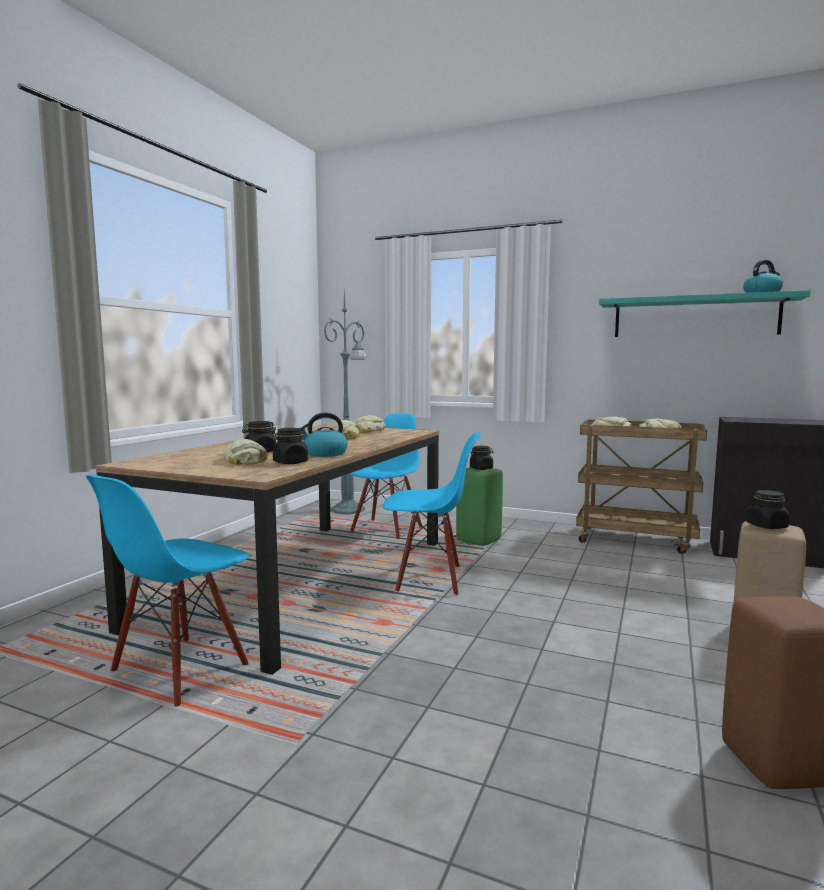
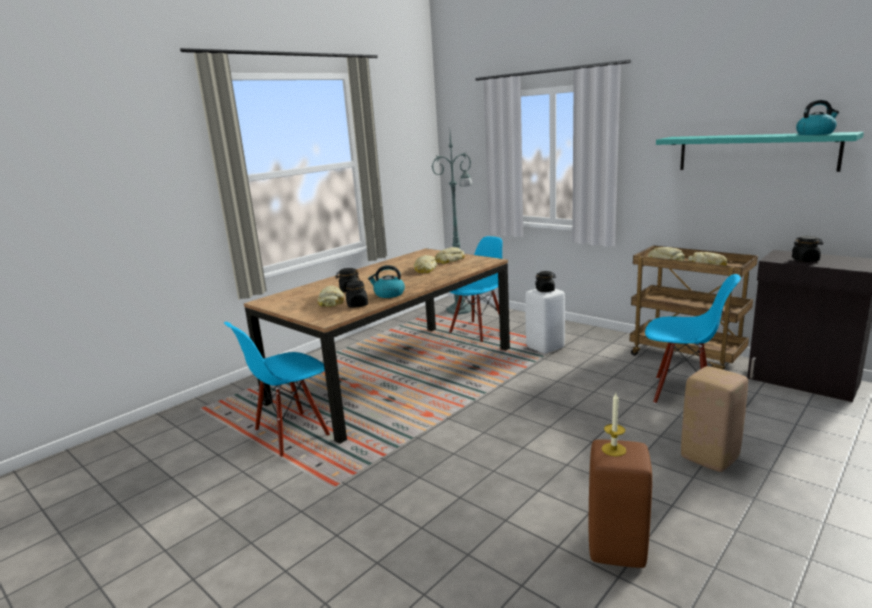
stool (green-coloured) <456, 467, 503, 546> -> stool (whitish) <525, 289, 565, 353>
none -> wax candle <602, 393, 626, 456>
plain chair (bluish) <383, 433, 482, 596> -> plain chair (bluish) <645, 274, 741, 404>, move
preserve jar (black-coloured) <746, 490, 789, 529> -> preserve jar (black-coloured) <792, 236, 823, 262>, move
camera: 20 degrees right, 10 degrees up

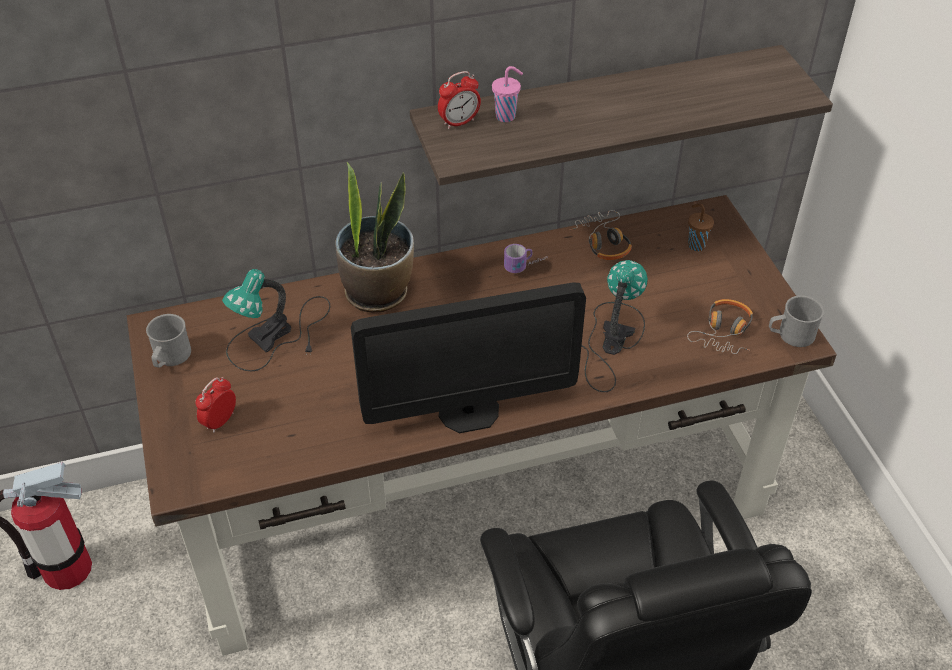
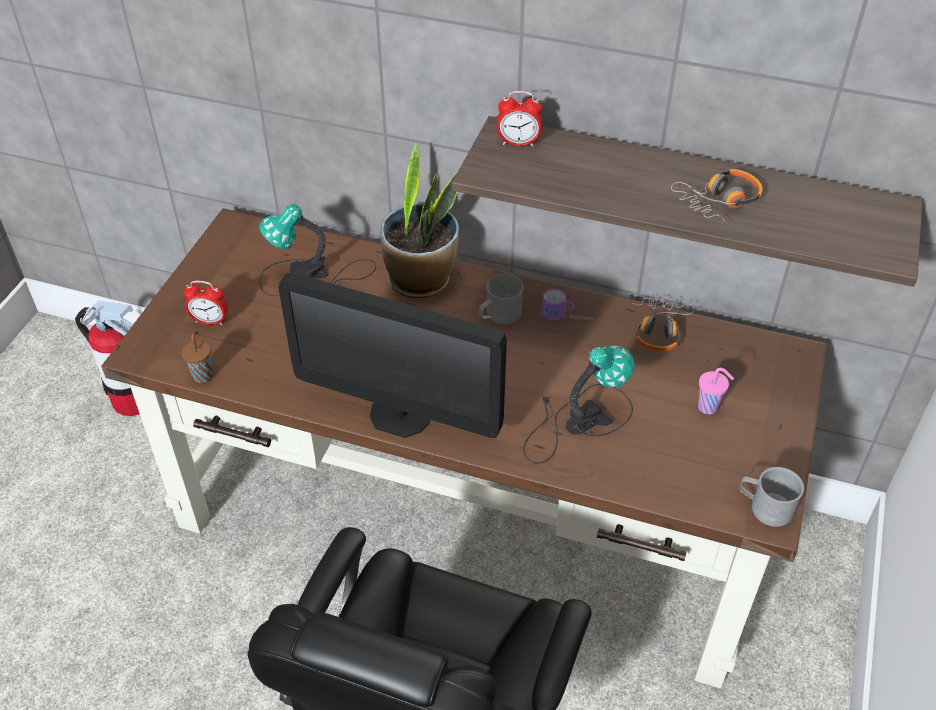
drinking cup (brown) <688, 204, 714, 251> -> drinking cup (brown) <182, 331, 213, 383>, move
table clock <195, 377, 236, 433> -> table clock <184, 280, 228, 326>, 150 degrees counterclockwise
mug (greyish) <146, 314, 191, 368> -> mug (greyish) <479, 274, 524, 325>, move
headset <687, 299, 753, 354> -> headset <671, 169, 763, 221>, move
drinking cup (pink) <492, 66, 523, 122> -> drinking cup (pink) <698, 368, 734, 415>, move
camera: 35 degrees right, 0 degrees up

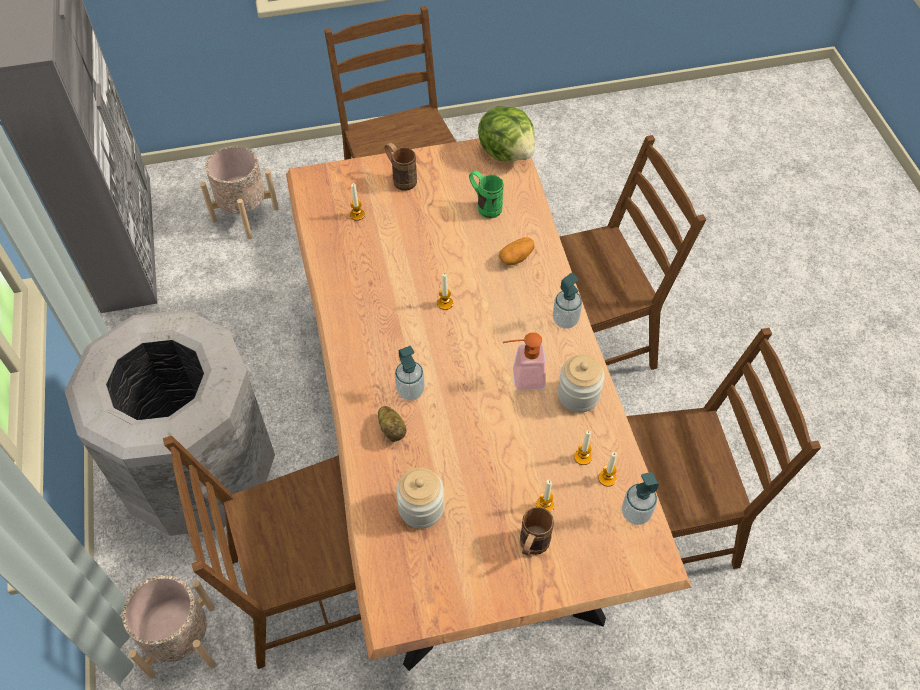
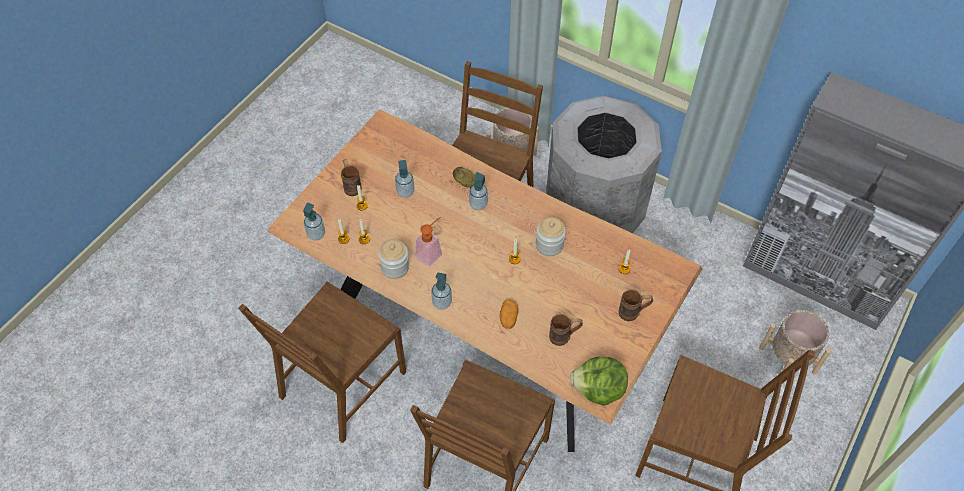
none -> liquid soap bottle <395, 160, 414, 198>
preserve jar <396, 468, 444, 529> -> preserve jar <536, 217, 566, 256>, move
mug (green-coloured) <469, 170, 504, 218> -> mug (brown) <549, 314, 583, 346>
camera: 135 degrees right, 0 degrees up

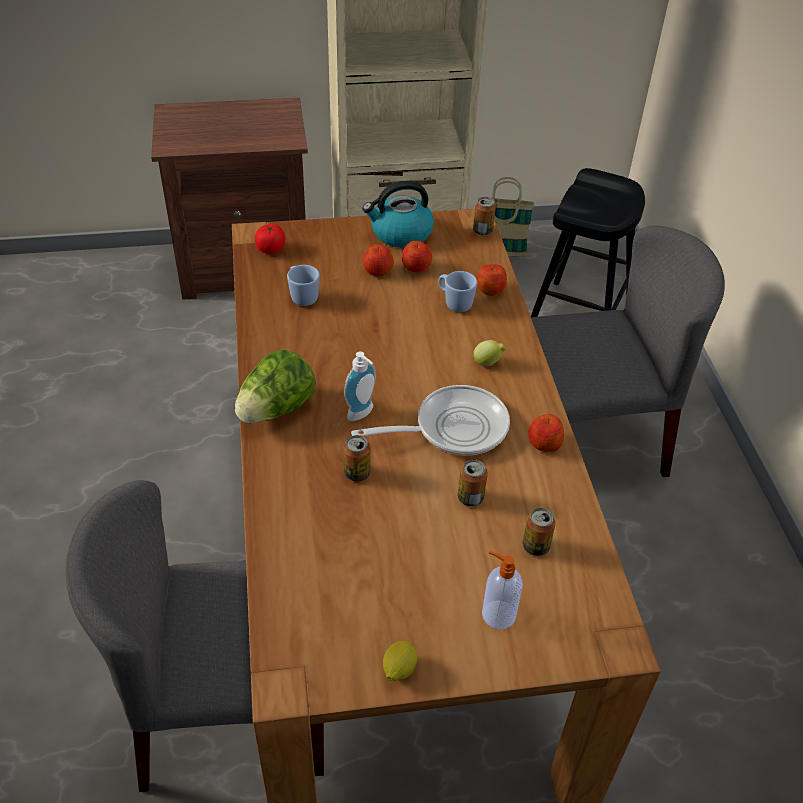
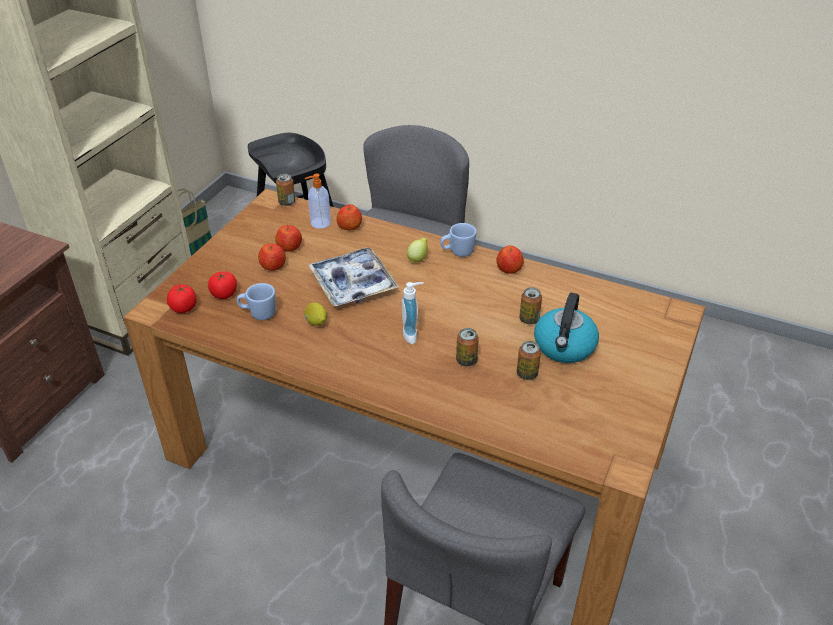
none -> whole tomato <208, 272, 237, 299>
liquid soap bottle <482, 551, 523, 629> -> liquid soap bottle <305, 173, 331, 229>, move
whole lemon <383, 641, 418, 681> -> whole lemon <305, 302, 327, 326>, move
none -> carrying tray <309, 247, 399, 306>
mug (bluish) <439, 271, 477, 312> -> mug (bluish) <440, 223, 477, 257>, move
metal can <523, 508, 556, 556> -> metal can <517, 341, 541, 380>, move
water kettle <363, 181, 434, 248> -> water kettle <534, 293, 599, 363>, move
head of lettuce <235, 350, 316, 423> -> none
frying pan <351, 385, 510, 456> -> none
camera: 55 degrees left, 5 degrees down

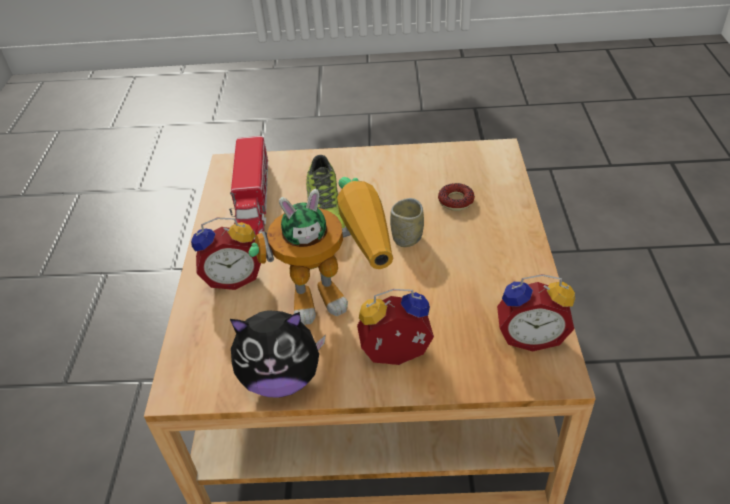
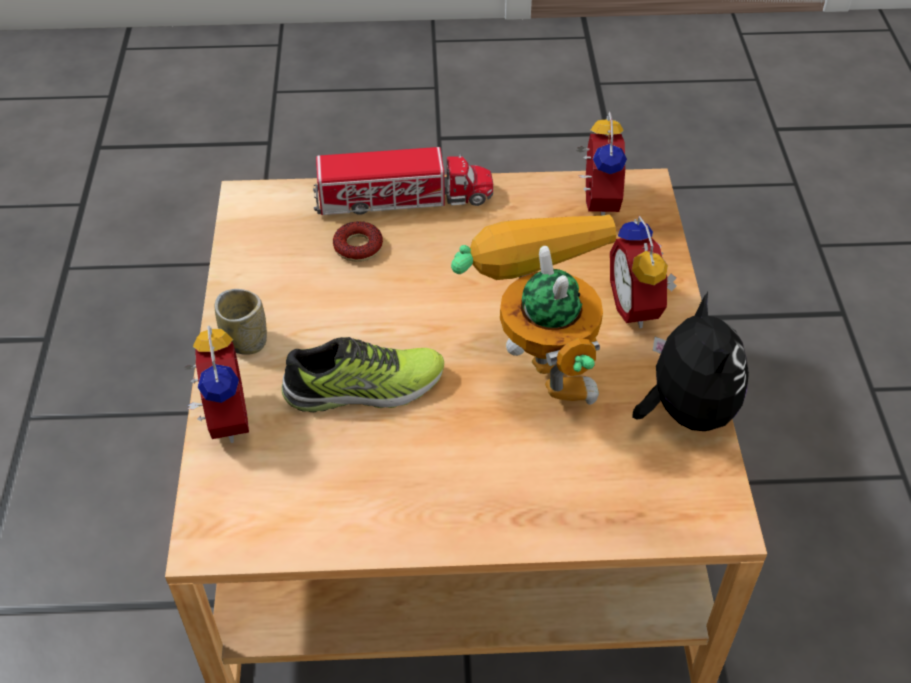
table clock <191, 218, 261, 290> -> table clock <184, 325, 249, 443>, move
drinking cup <390, 198, 424, 247> -> drinking cup <215, 289, 267, 355>, move
model truck <229, 136, 268, 239> -> model truck <313, 147, 493, 215>, move
camera: 95 degrees left, 5 degrees up

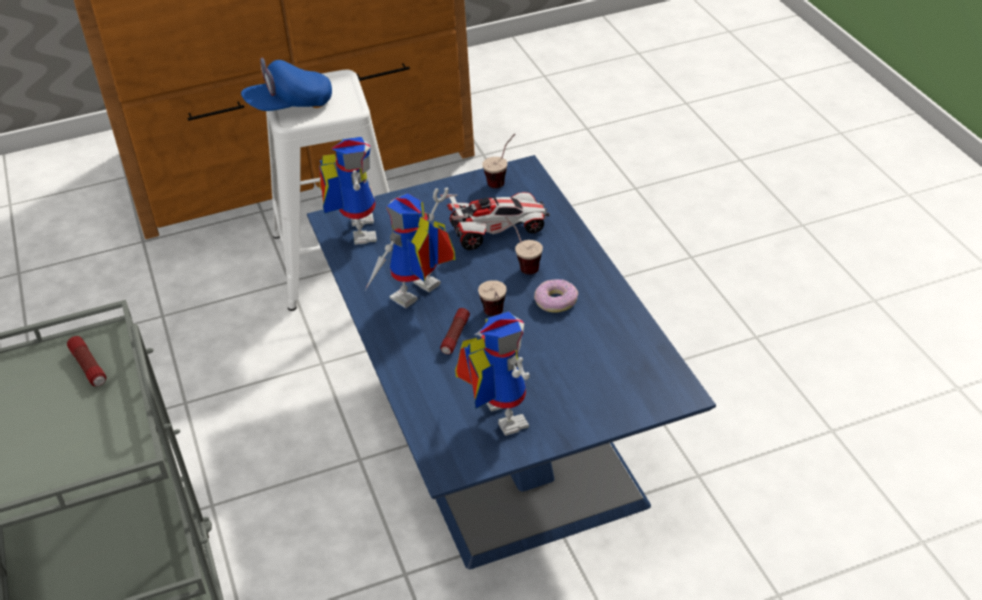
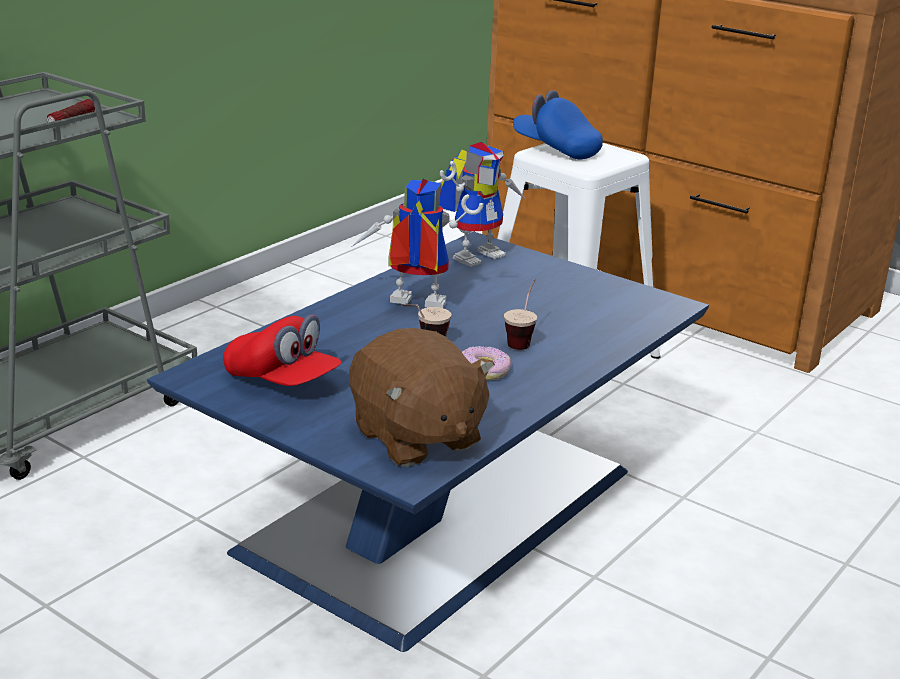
robot figure <455, 311, 530, 436> -> baseball cap (reddish) <223, 314, 342, 386>
none -> plush toy (brown) <349, 328, 495, 467>
miniature car <440, 192, 550, 250> -> none
hand torch <440, 308, 470, 354> -> none
drinking cup <482, 134, 515, 188> -> none
camera: 55 degrees right, 15 degrees down

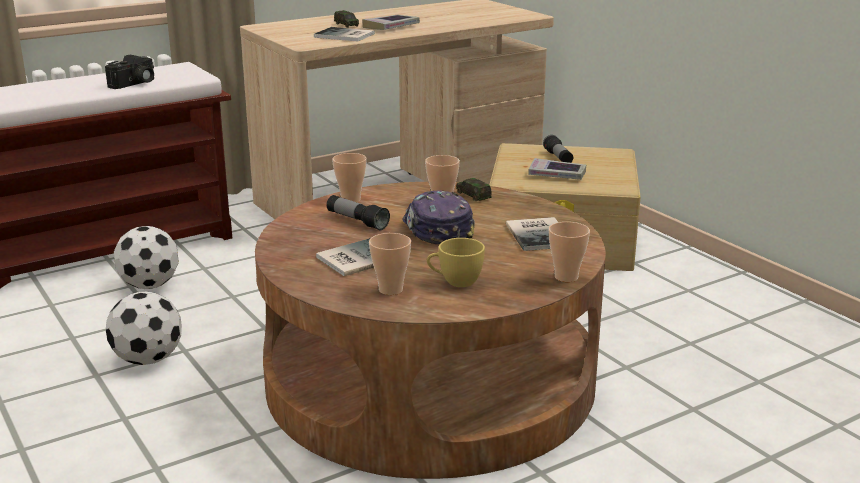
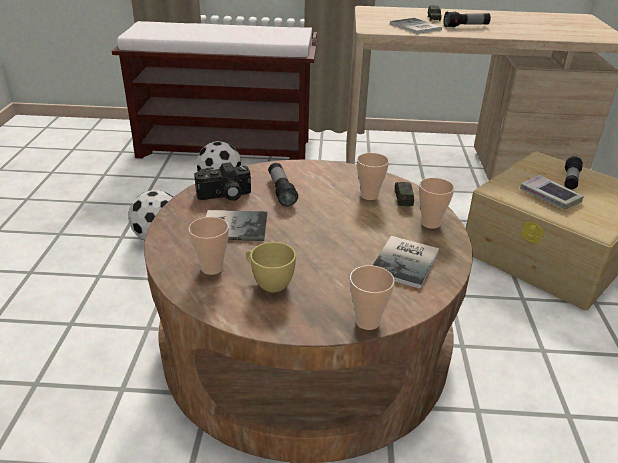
photo camera <105, 55, 154, 89> -> photo camera <194, 162, 251, 201>, move
drinking cup <332, 153, 367, 202> -> drinking cup <419, 178, 455, 229>, move
volume <362, 15, 420, 30> -> hand torch <444, 12, 491, 27>
baseball cap <403, 190, 475, 244> -> none
camera: 35 degrees right, 10 degrees up

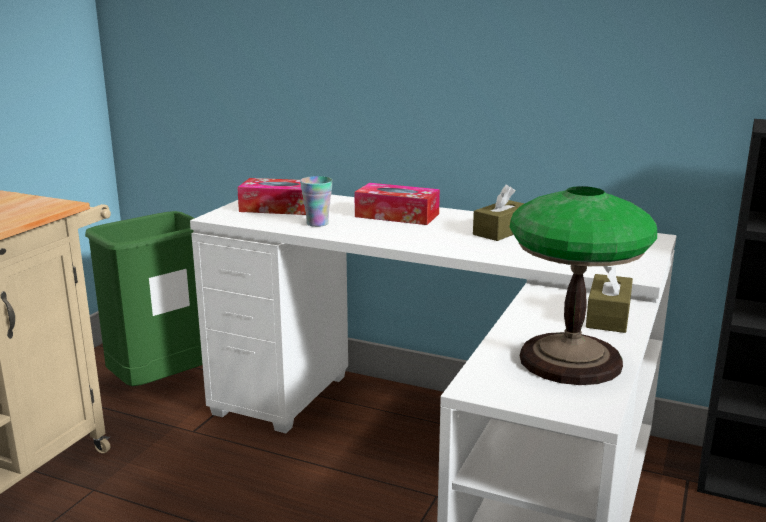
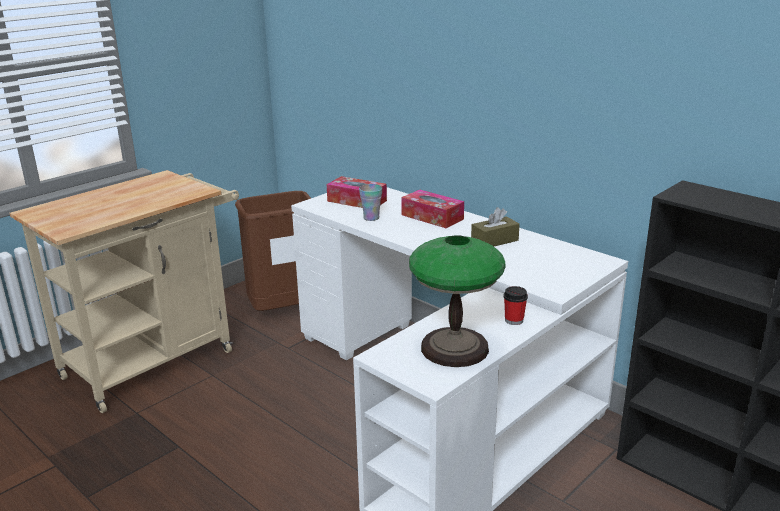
waste bin (green-coloured) <85, 211, 203, 386> -> waste bin (brown) <235, 191, 311, 311>
tissue holder (brown) <586, 265, 633, 333> -> drinking cup <504, 286, 528, 325>
camera: 20 degrees right, 5 degrees up

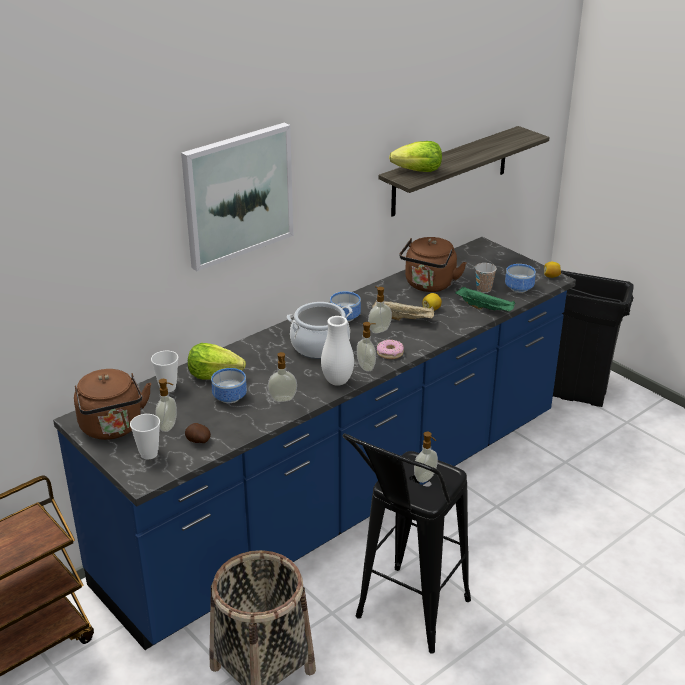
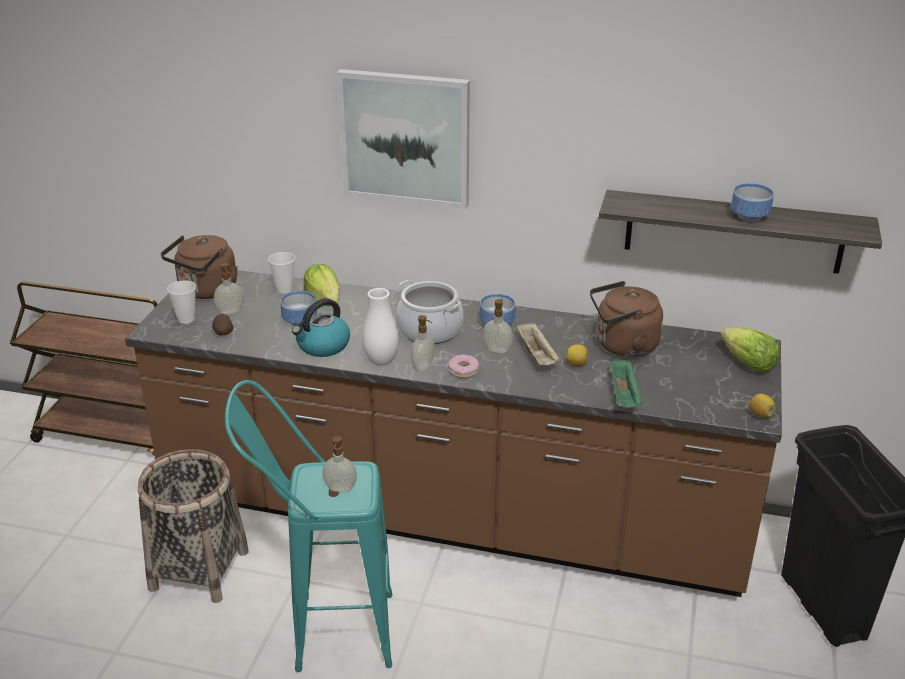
kitchen base unit (bluish) <53, 237, 576, 650> -> kitchen base unit (brown) <125, 270, 782, 597>
stool (black-coloured) <342, 433, 471, 654> -> stool (turquoise) <225, 380, 392, 672>
liquid soap bottle <268, 352, 297, 402> -> water kettle <292, 298, 350, 357>
head of lettuce <389, 141, 442, 172> -> head of lettuce <721, 327, 780, 372>, move
bowl <505, 264, 536, 293> -> bowl <731, 183, 774, 222>, move
drinking cup <475, 263, 497, 293> -> none
camera: 55 degrees right, 0 degrees up

